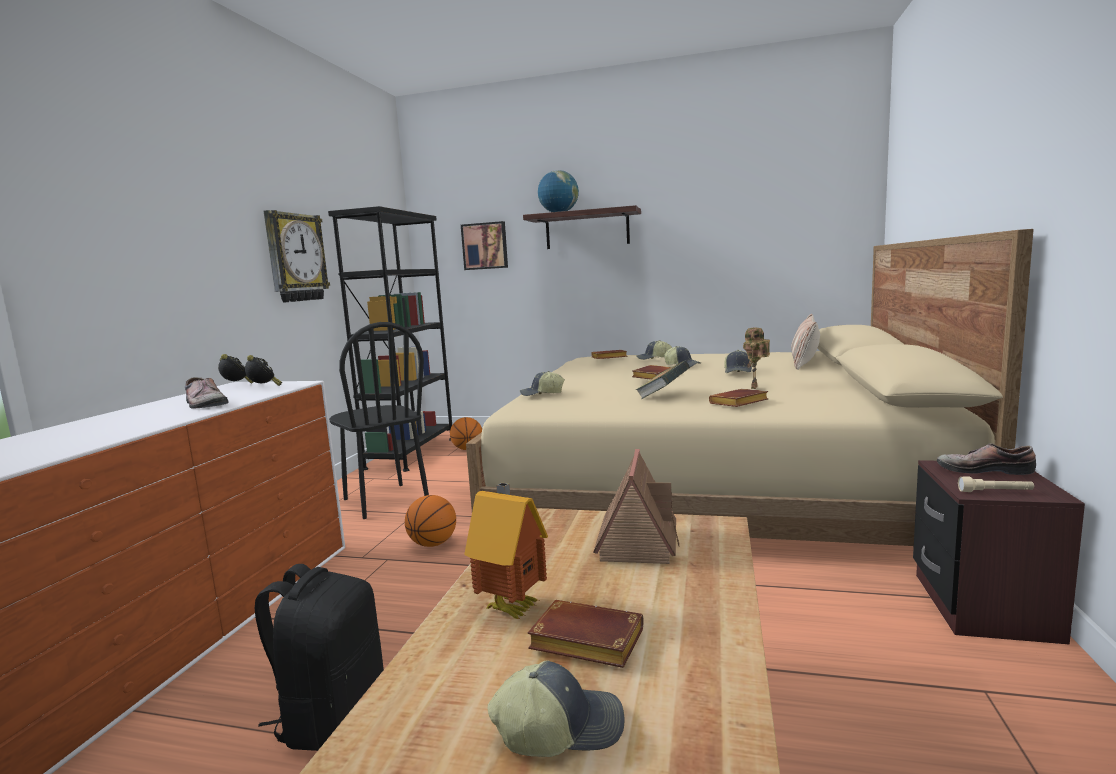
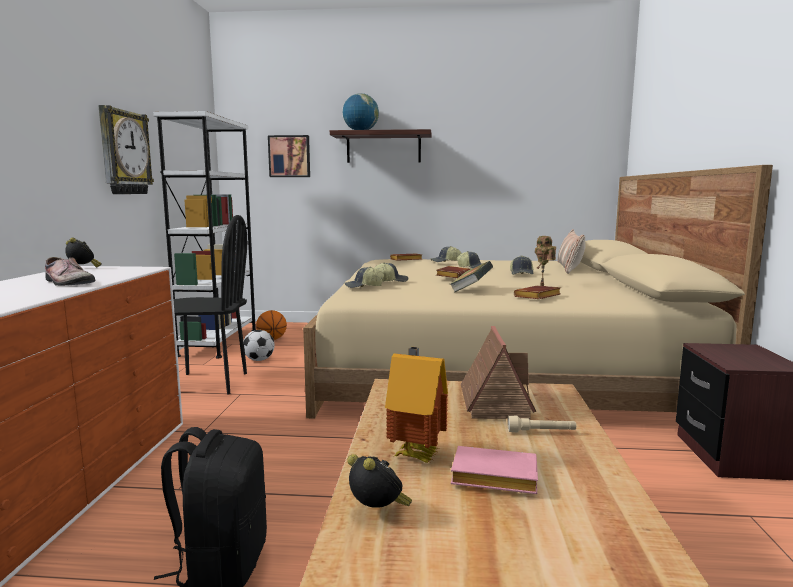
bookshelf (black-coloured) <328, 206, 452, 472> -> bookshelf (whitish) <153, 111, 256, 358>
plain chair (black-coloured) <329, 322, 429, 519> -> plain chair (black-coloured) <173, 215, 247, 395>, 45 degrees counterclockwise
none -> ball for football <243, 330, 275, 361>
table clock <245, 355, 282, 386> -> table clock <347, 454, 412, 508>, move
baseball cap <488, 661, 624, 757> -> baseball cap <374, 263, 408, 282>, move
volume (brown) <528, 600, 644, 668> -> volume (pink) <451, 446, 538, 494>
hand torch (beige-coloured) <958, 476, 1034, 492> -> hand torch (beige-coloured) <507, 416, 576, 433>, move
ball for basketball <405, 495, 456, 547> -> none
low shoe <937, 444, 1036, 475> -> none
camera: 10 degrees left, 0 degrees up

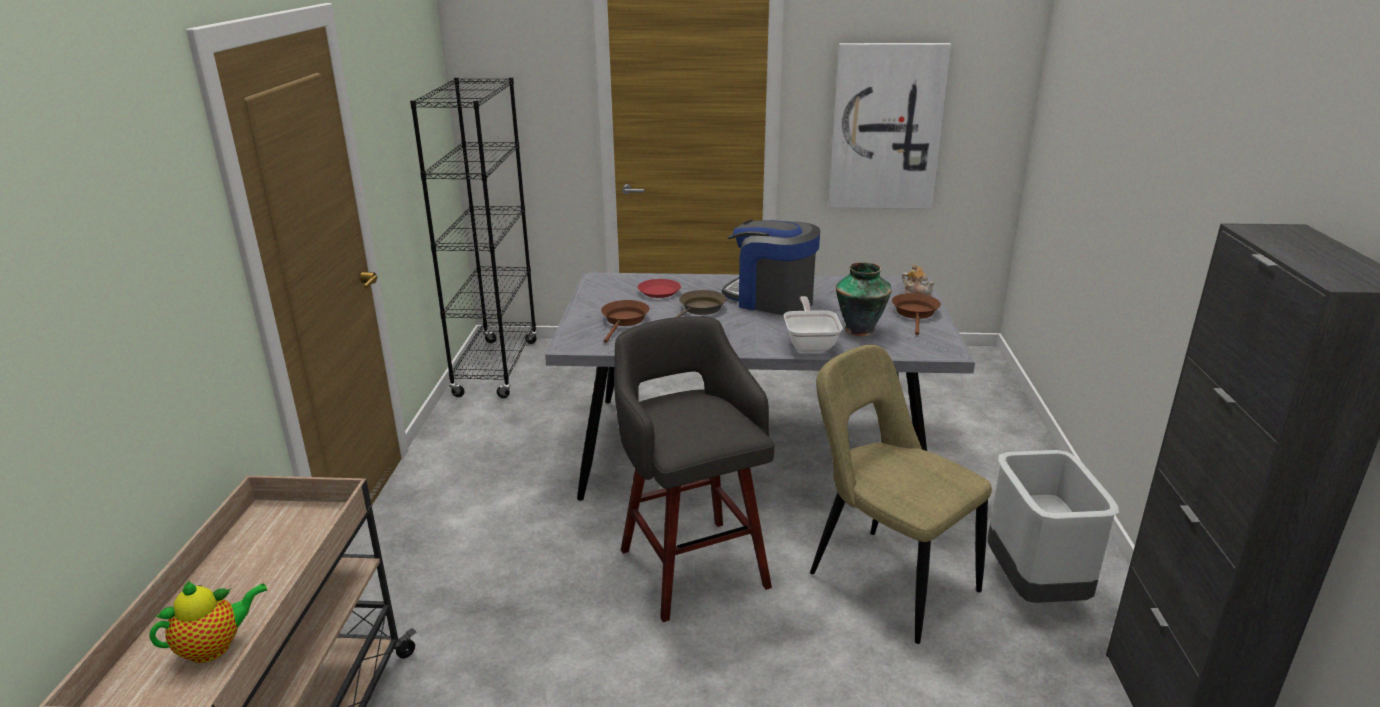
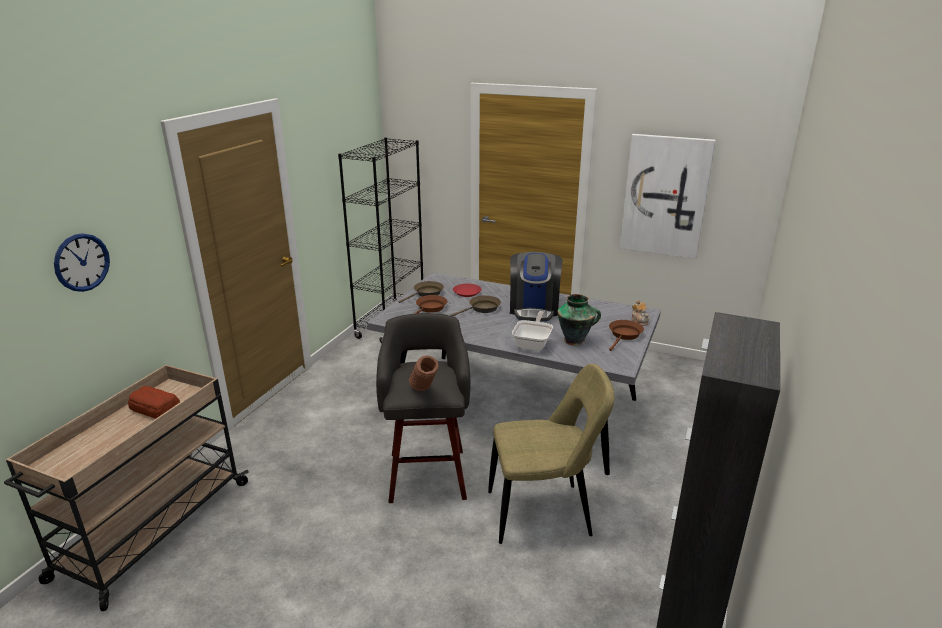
none -> hanging clock <54, 233, 110, 292>
none -> bakery bread <128, 386, 180, 419>
none -> frying pan (brown) <398, 281, 444, 303>
none -> decorative vase (brown) <409, 355, 439, 391>
plain chair (beige-coloured) <810, 345, 992, 644> -> plain chair (beige-coloured) <488, 364, 615, 544>, 105 degrees clockwise
coffee brewer <722, 220, 820, 315> -> coffee brewer <510, 252, 563, 322>, 135 degrees counterclockwise
pot for tea <150, 580, 267, 663> -> none
waste bin (greyish) <988, 450, 1119, 603> -> none
camera: 20 degrees right, 0 degrees up

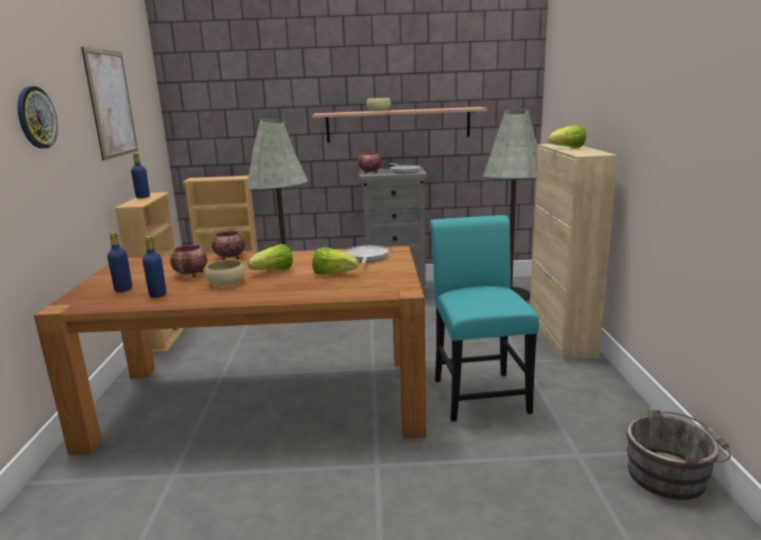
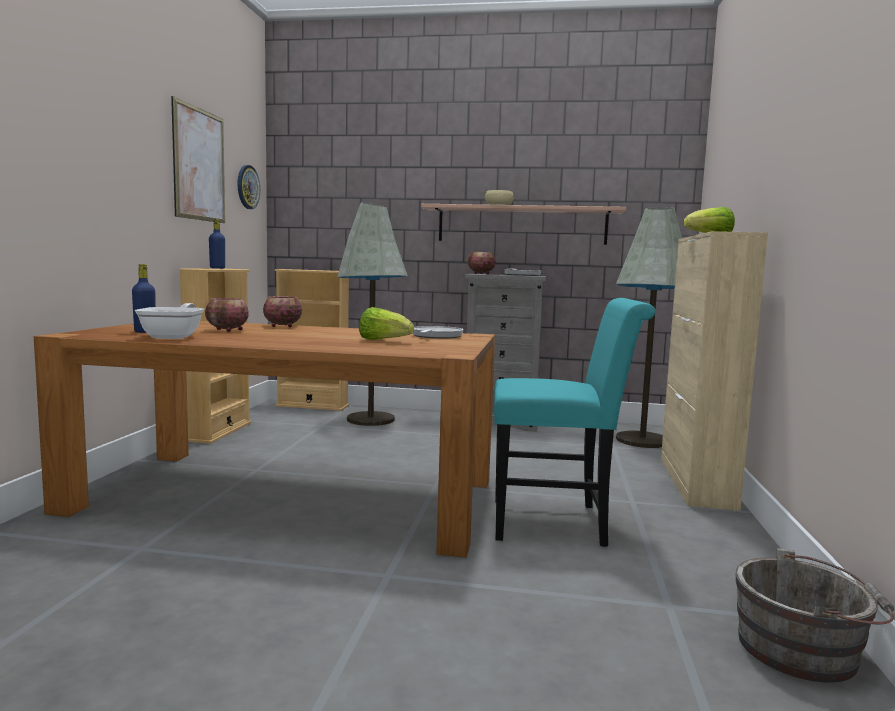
drink bottle (bluish) <142, 236, 166, 298> -> frying pan <135, 303, 204, 339>
hanging clock <17, 86, 58, 149> -> hanging clock <237, 165, 260, 209>, move
plain chair (turquoise) <429, 215, 539, 421> -> plain chair (turquoise) <494, 298, 656, 547>, 90 degrees clockwise
bowl (beige-coloured) <205, 260, 245, 286> -> none
head of lettuce <248, 244, 293, 270> -> none
camera: 10 degrees right, 10 degrees down

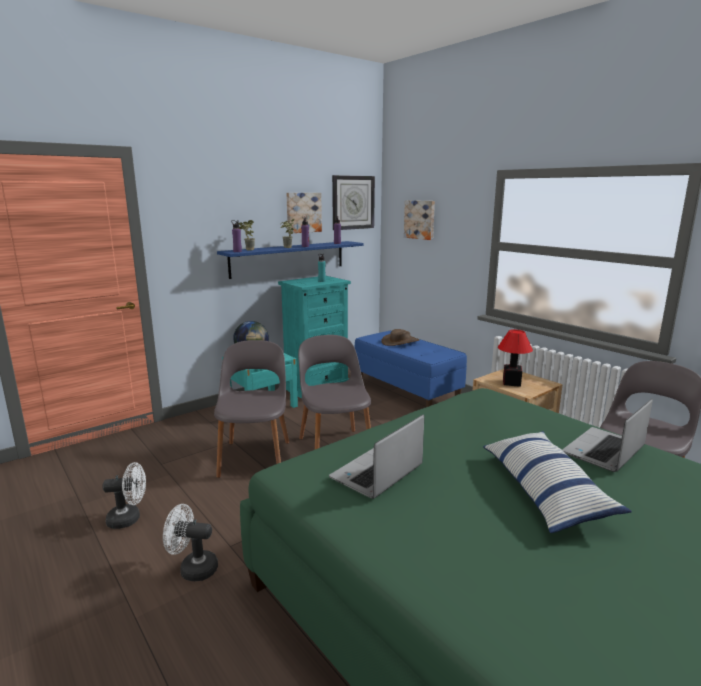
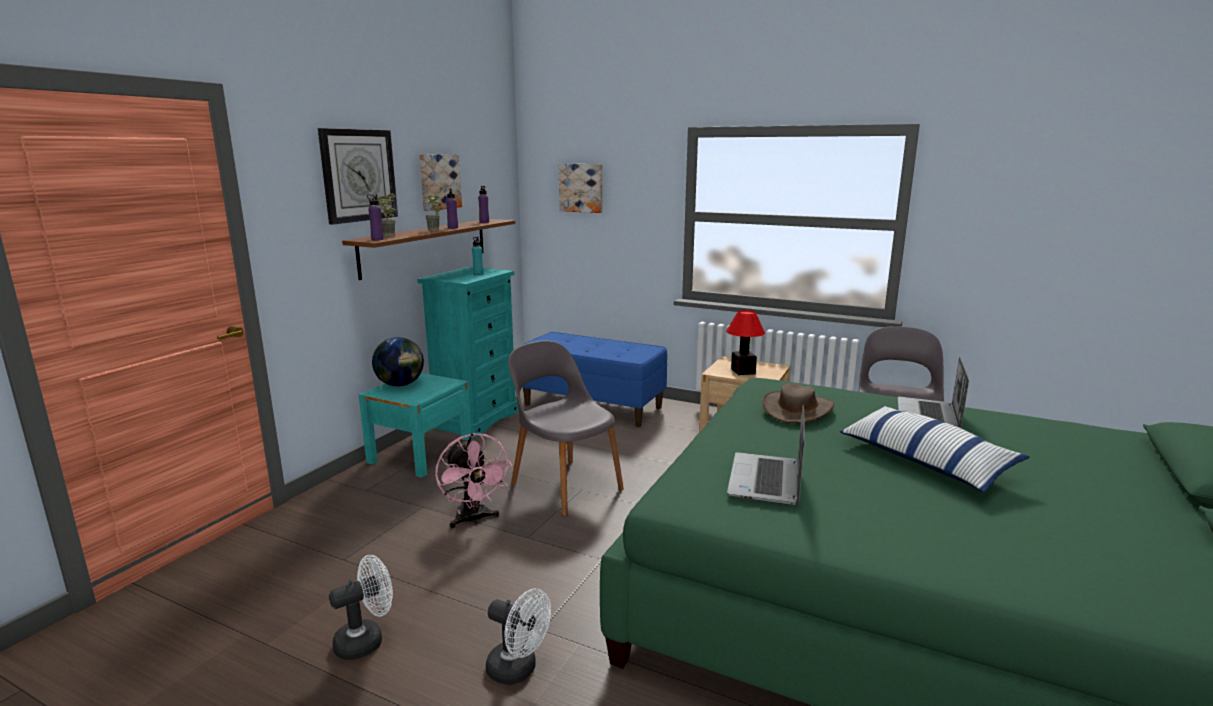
hanging clock <332, 175, 375, 230> -> hanging clock <318, 128, 398, 225>, move
bracket shelf (bluish) <217, 241, 364, 279> -> bracket shelf (brown) <342, 219, 515, 280>
plain chair (greyish) <214, 340, 289, 478> -> cooling fan (pink) <435, 433, 512, 528>
cooling fan (whitish) <163, 504, 218, 581> -> cooling fan (whitish) <486, 588, 551, 685>, 135 degrees counterclockwise
wearable hat (brown) <381, 329, 419, 346> -> wearable hat (brown) <762, 383, 835, 423>, move
camera: 25 degrees left, 0 degrees up

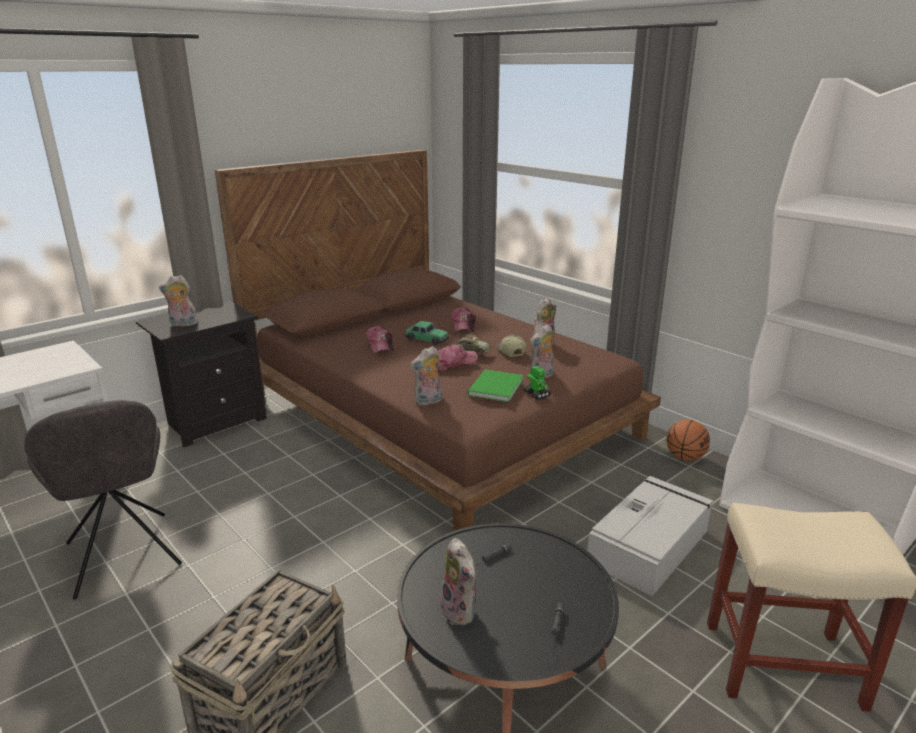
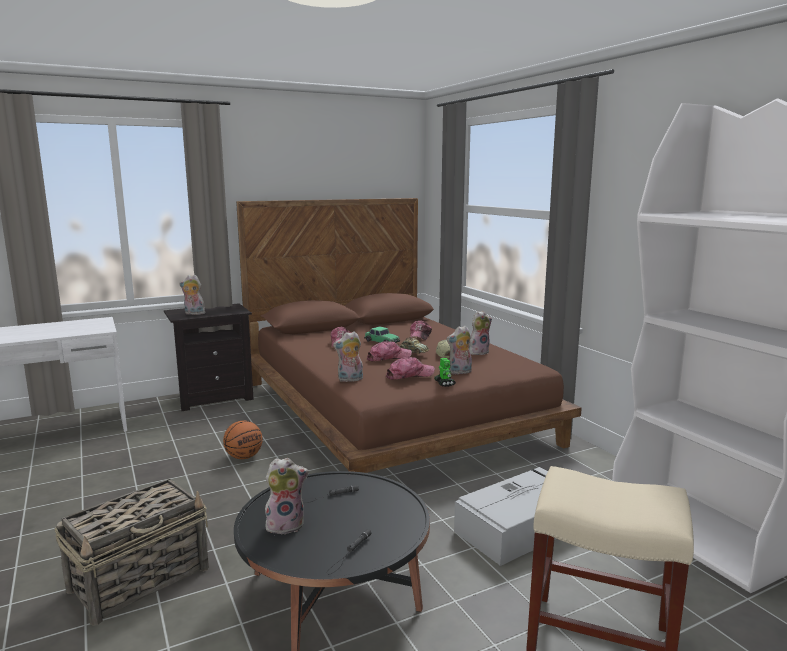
ball for basketball <666, 420, 710, 461> -> ball for basketball <223, 421, 263, 459>, move
plush toy <438, 538, 478, 626> -> plush toy <265, 458, 309, 534>, 90 degrees counterclockwise
volume (green-coloured) <467, 370, 523, 402> -> baseball cap <386, 357, 435, 380>
plain chair (greyish) <24, 400, 182, 600> -> none
camera: 15 degrees right, 10 degrees down

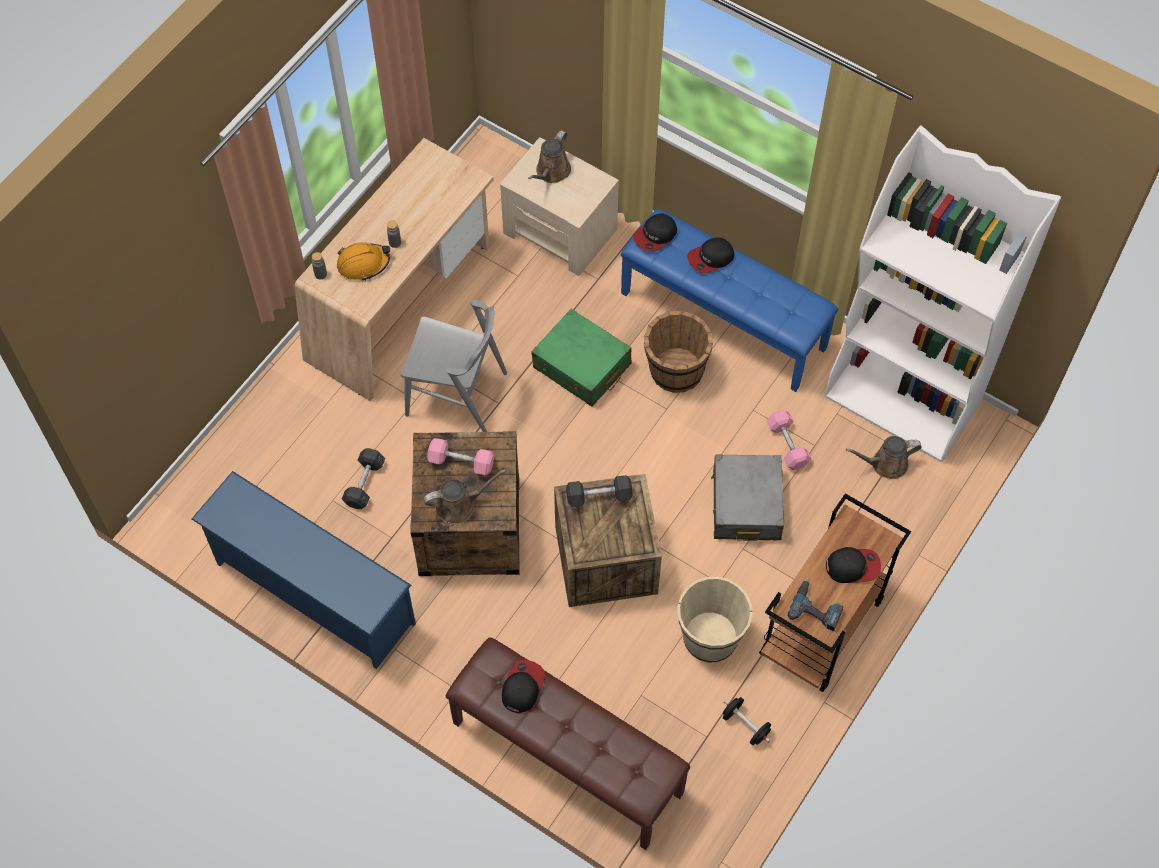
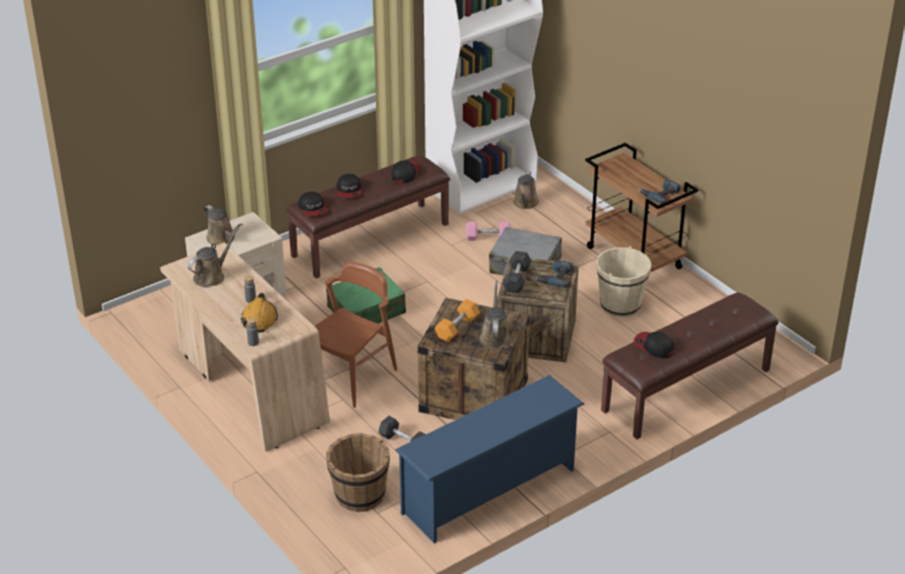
none -> watering pot (brown) <188, 227, 239, 287>
long seat (bluish) <621, 209, 838, 392> -> long seat (brown) <286, 156, 450, 279>
plain chair (greyish) <401, 300, 507, 432> -> plain chair (brown) <315, 261, 397, 408>
water bucket (brown) <644, 311, 713, 393> -> water bucket (brown) <326, 433, 390, 512>, move
baseball cap <826, 547, 881, 583> -> baseball cap <392, 160, 420, 183>, move
dumbbell (pink) <427, 438, 494, 475> -> dumbbell (orange) <435, 299, 480, 342>
none -> electric drill <534, 260, 572, 288>
dumbbell (black-coloured) <723, 697, 771, 745> -> none
camera: 70 degrees left, 25 degrees down

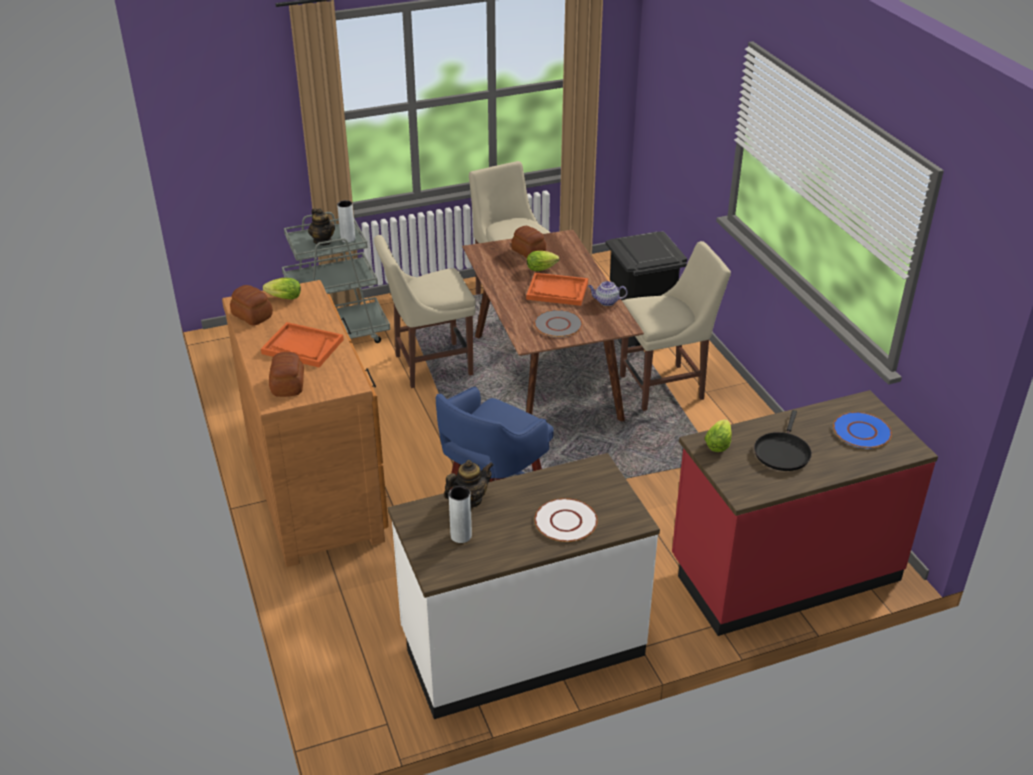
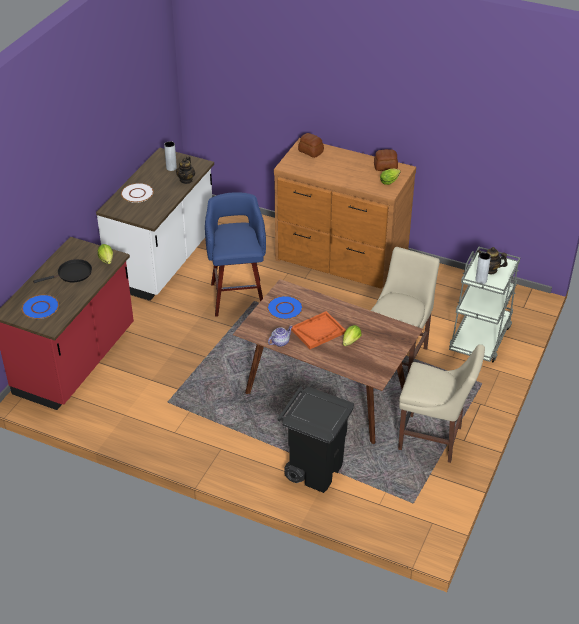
frying pan (black-coloured) <754, 410, 812, 471> -> frying pan (black-coloured) <33, 259, 92, 283>, 90 degrees clockwise
dinner plate (greyish) <534, 310, 583, 338> -> dinner plate (bluish) <267, 296, 303, 320>
carrying tray (orange) <261, 322, 344, 368> -> none
bakery bread <511, 226, 546, 258> -> none
plain chair (beige-coloured) <620, 241, 731, 411> -> none
camera: 135 degrees right, 5 degrees up

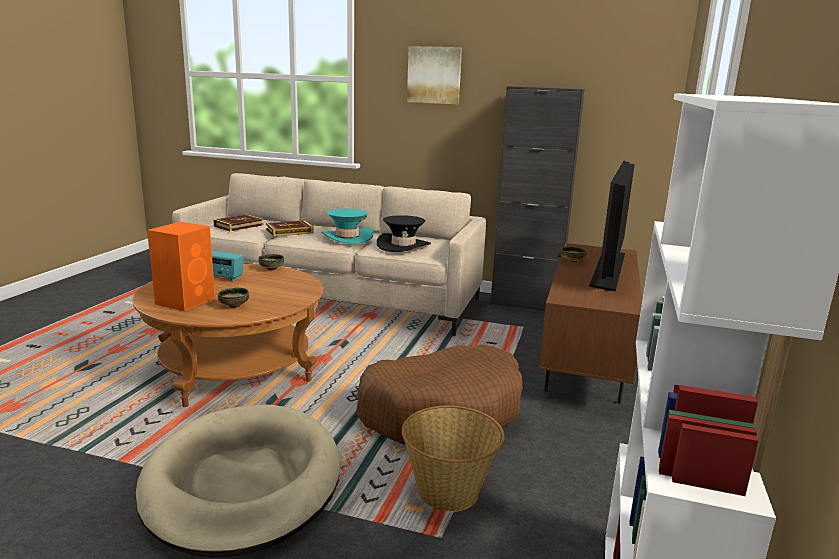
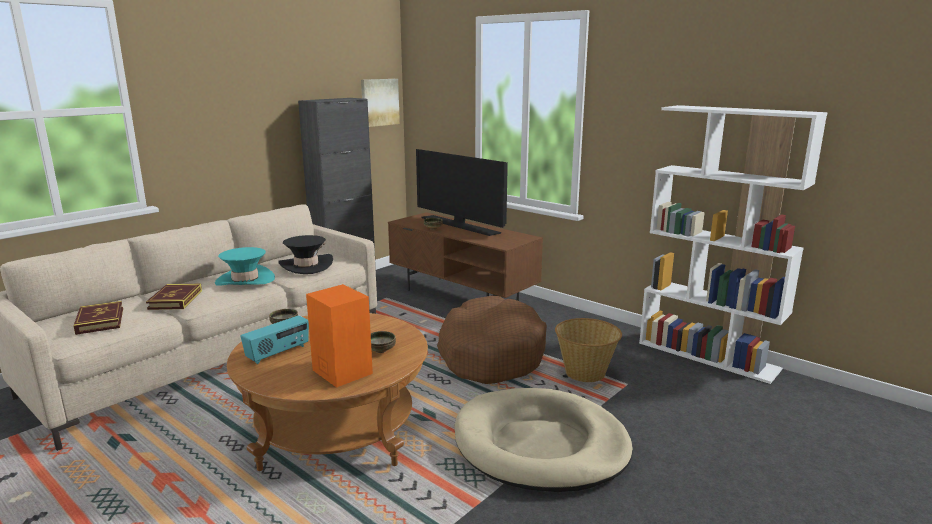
picture <407, 46, 462, 104> -> picture <361, 79, 400, 127>, move
camera: 65 degrees left, 0 degrees up

